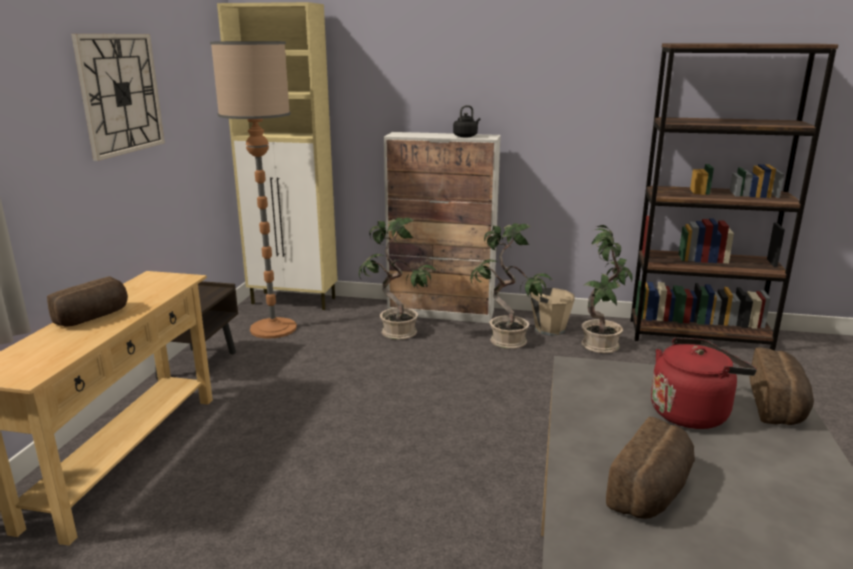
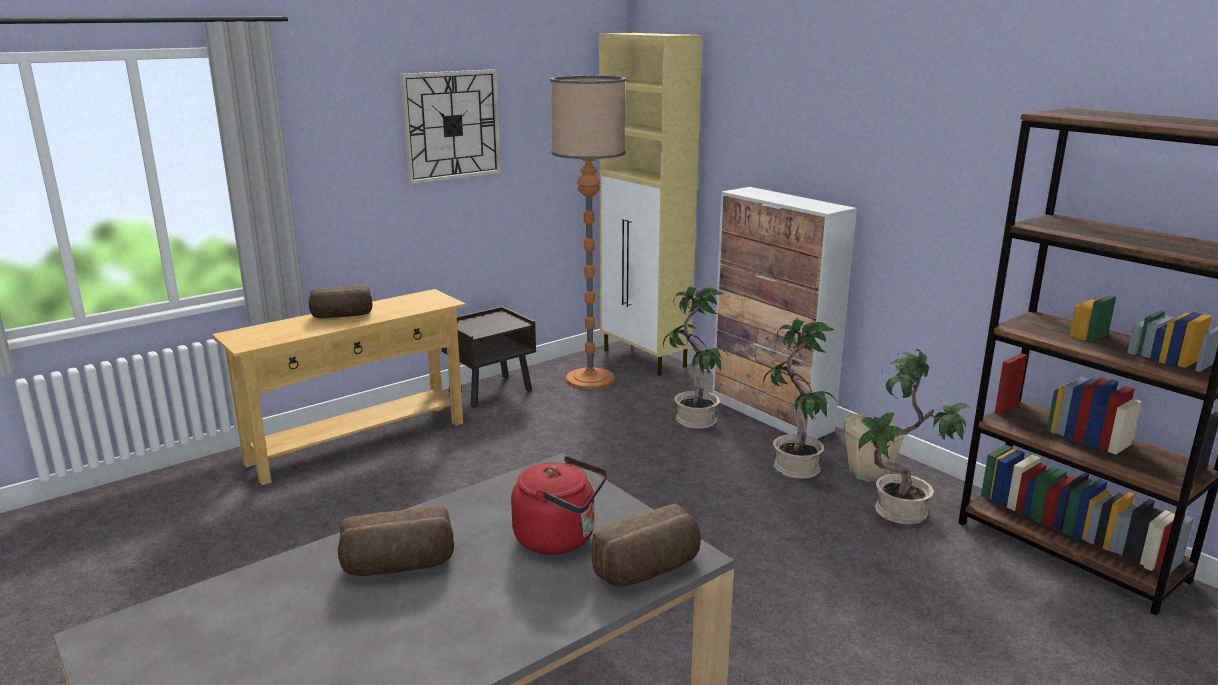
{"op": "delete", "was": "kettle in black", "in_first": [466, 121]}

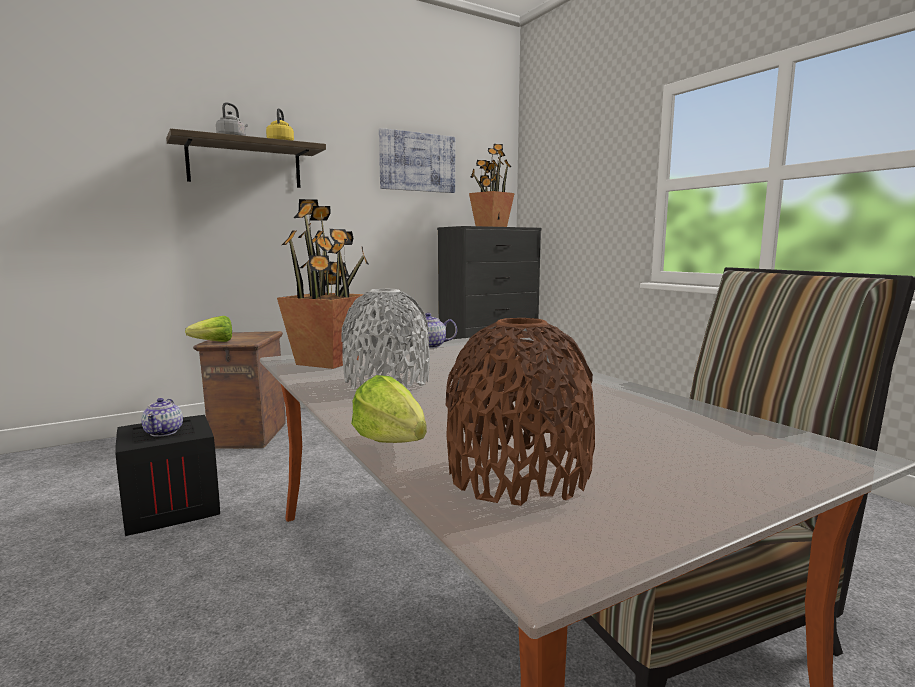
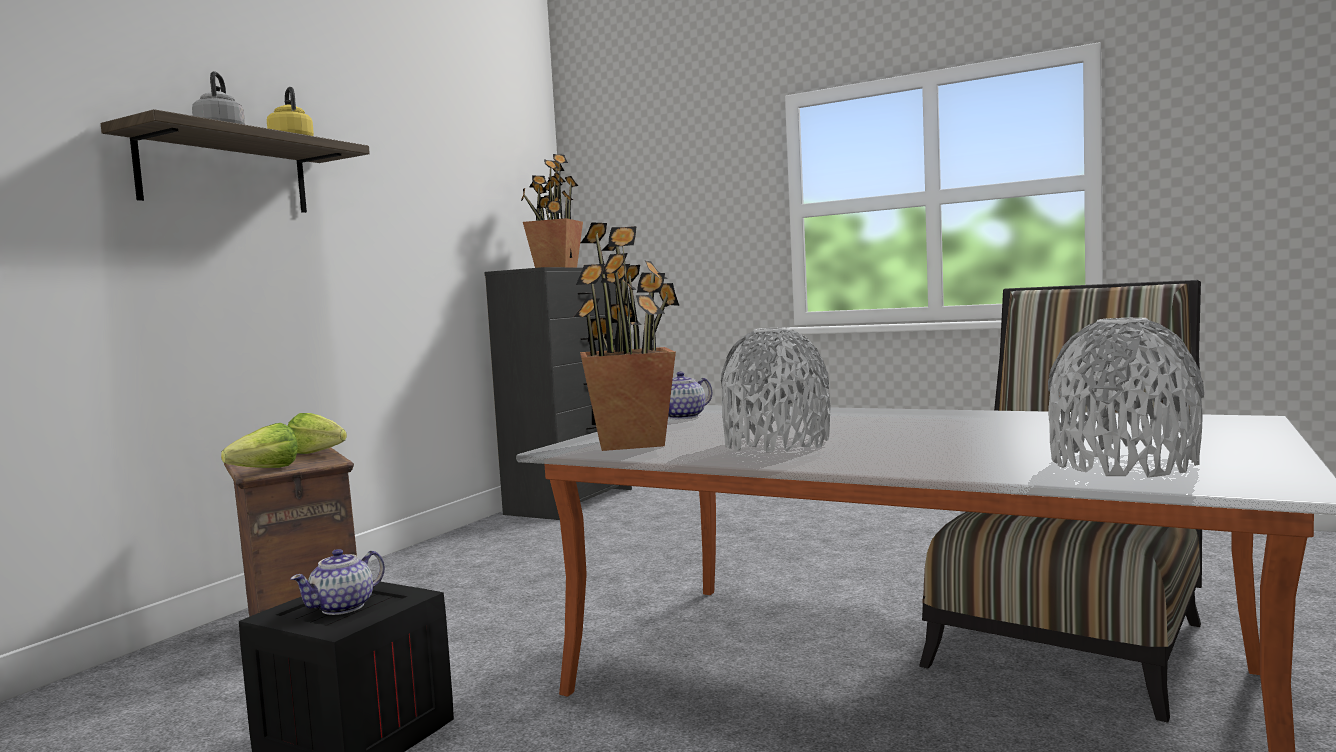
{"op": "move", "was": "lettuce", "in_first": [389, 409], "in_second": [317, 433]}
{"op": "rotate", "was": "teapot", "in_first": [162, 417], "in_second": [337, 582], "clockwise": 75}
{"op": "recolor", "was": "vase in brown", "now": "vase in grey", "in_first": [520, 412], "in_second": [1126, 398]}
{"op": "delete", "was": "picture", "in_first": [417, 160]}

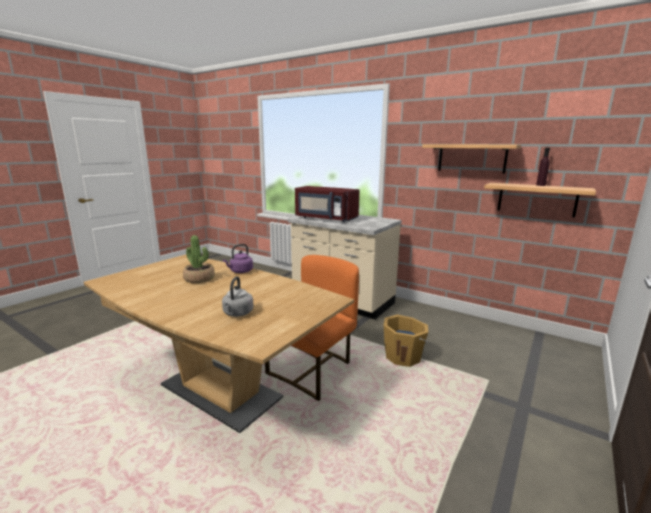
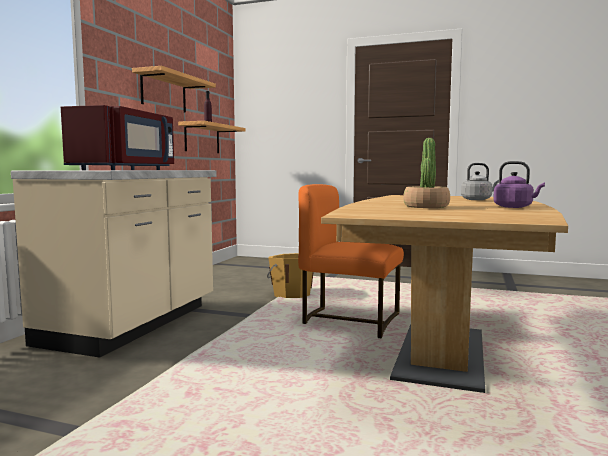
{"op": "move", "was": "kettle in purple", "in_first": [238, 258], "in_second": [519, 184]}

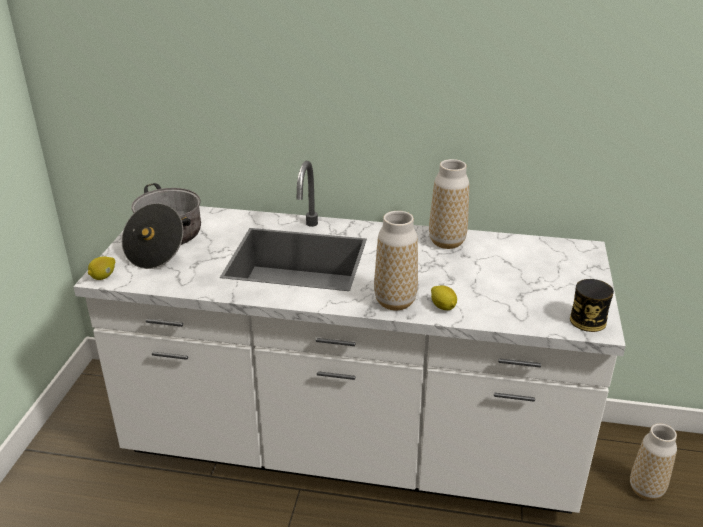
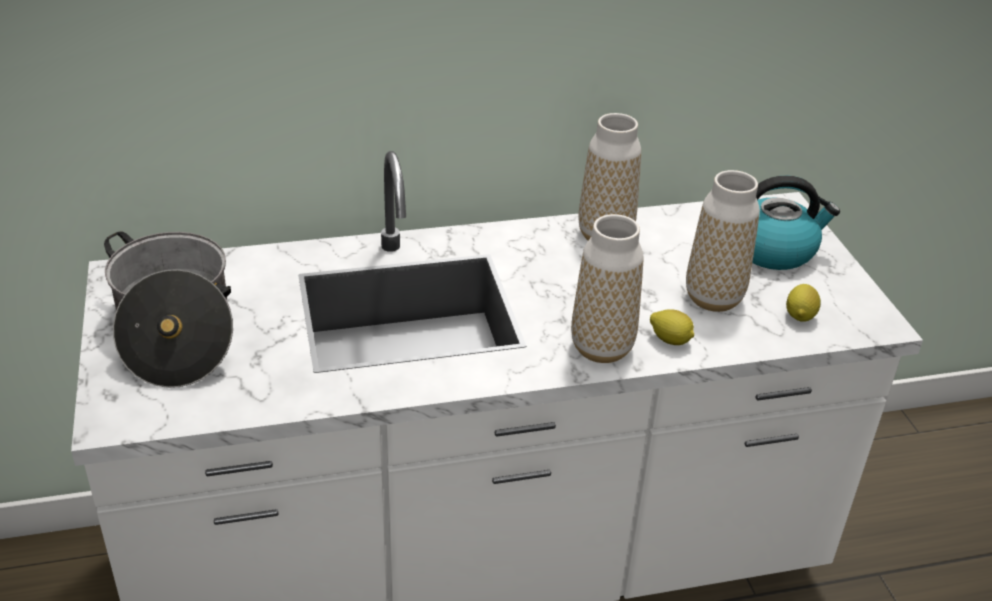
{"op": "move", "was": "vase", "in_first": [653, 462], "in_second": [723, 241]}
{"op": "insert", "now": "kettle", "in_second": [796, 223]}
{"op": "move", "was": "lemon", "in_first": [101, 268], "in_second": [803, 303]}
{"op": "delete", "was": "can", "in_first": [592, 305]}

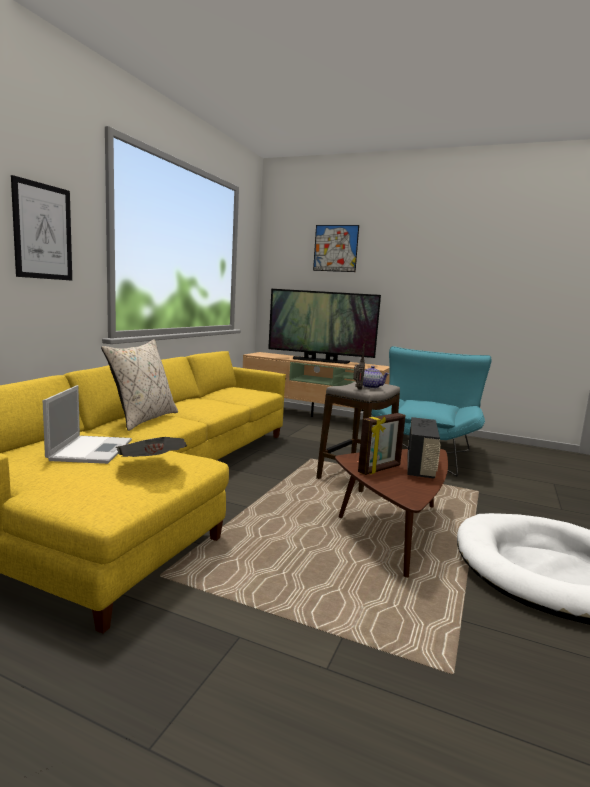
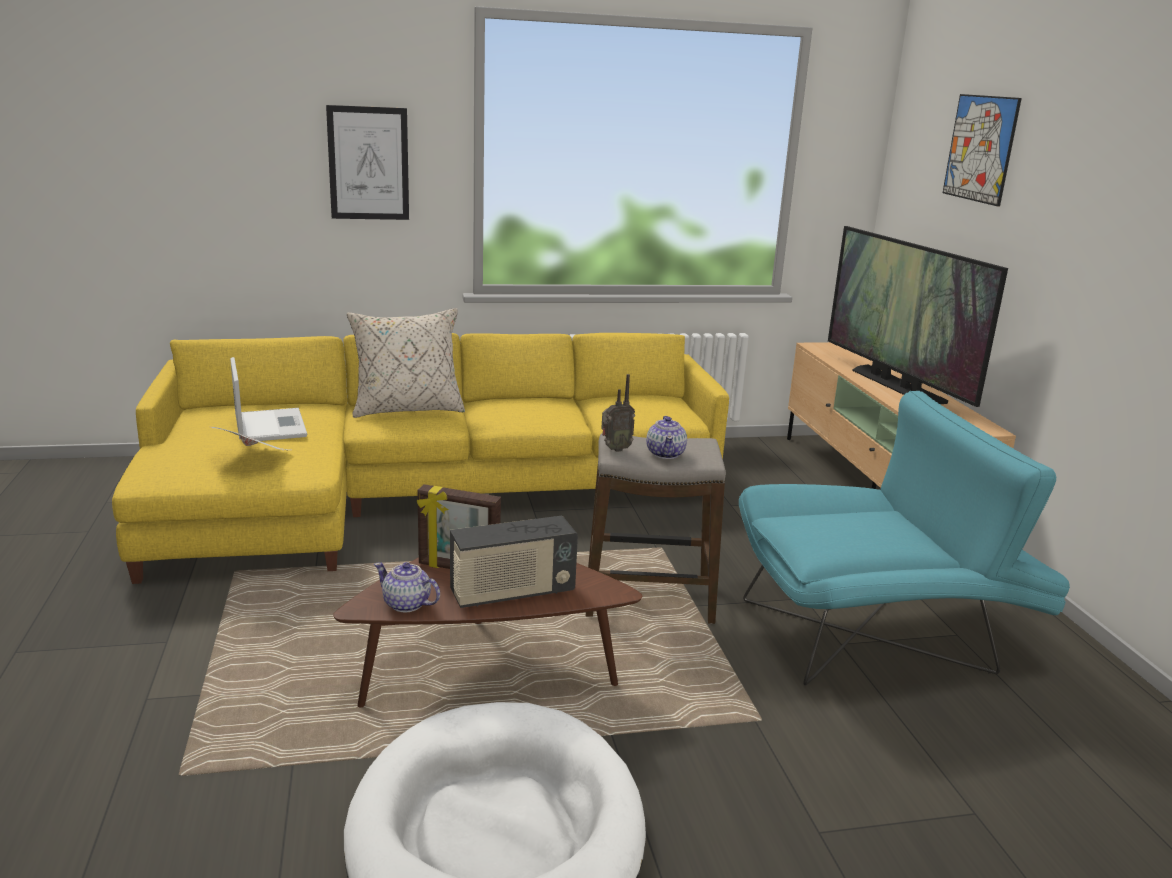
{"op": "rotate", "was": "laptop", "in_first": [87, 424], "in_second": [268, 399], "clockwise": -75}
{"op": "insert", "now": "teapot", "in_second": [407, 587]}

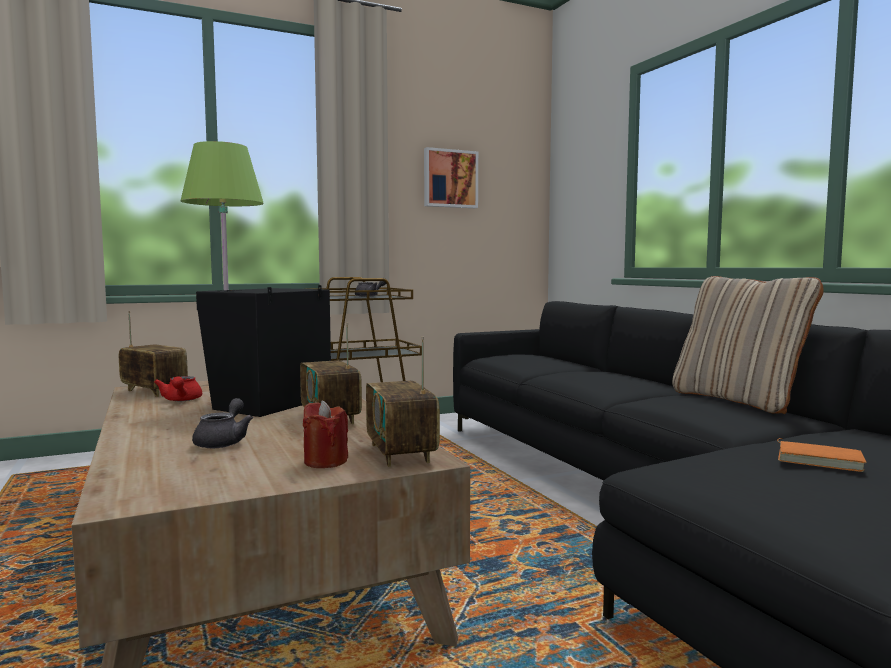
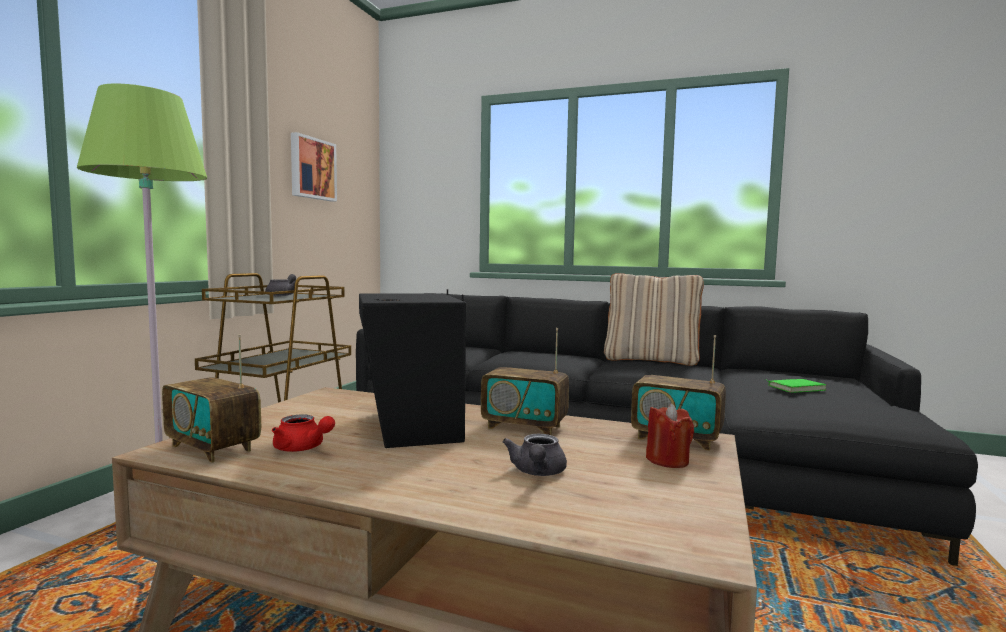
{"op": "rotate", "was": "radio", "in_first": [153, 354], "in_second": [211, 399], "clockwise": -135}
{"op": "rotate", "was": "teapot in grey", "in_first": [222, 423], "in_second": [534, 455], "clockwise": -135}
{"op": "recolor", "was": "book in orange", "now": "book in green", "in_first": [822, 455], "in_second": [795, 386]}

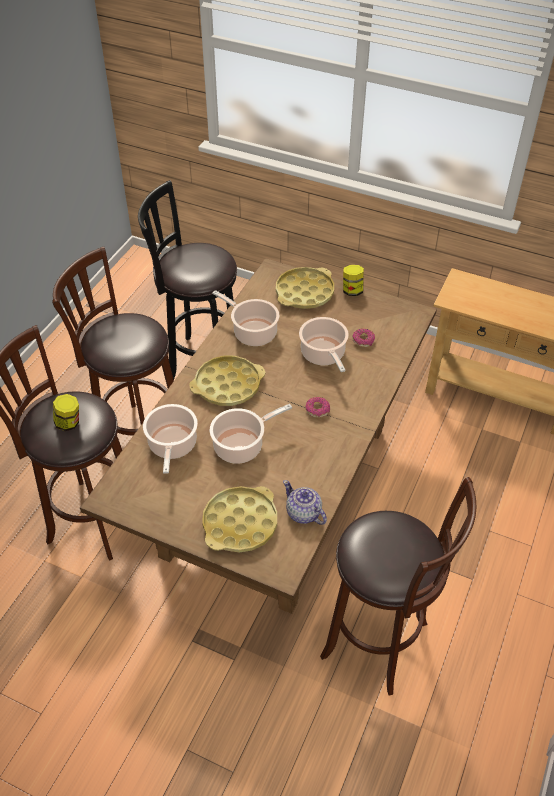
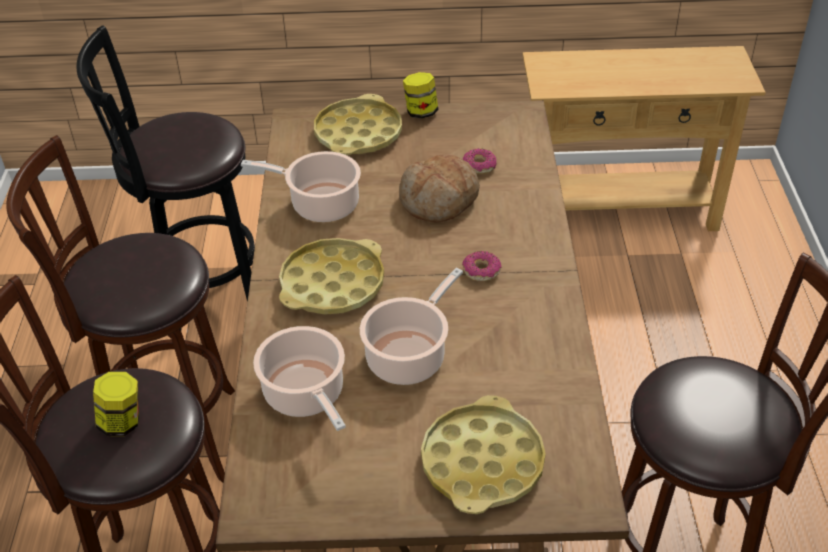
{"op": "replace", "was": "cooking pot", "now": "bread", "in_first": [324, 344], "in_second": [439, 188]}
{"op": "delete", "was": "teapot", "in_first": [305, 502]}

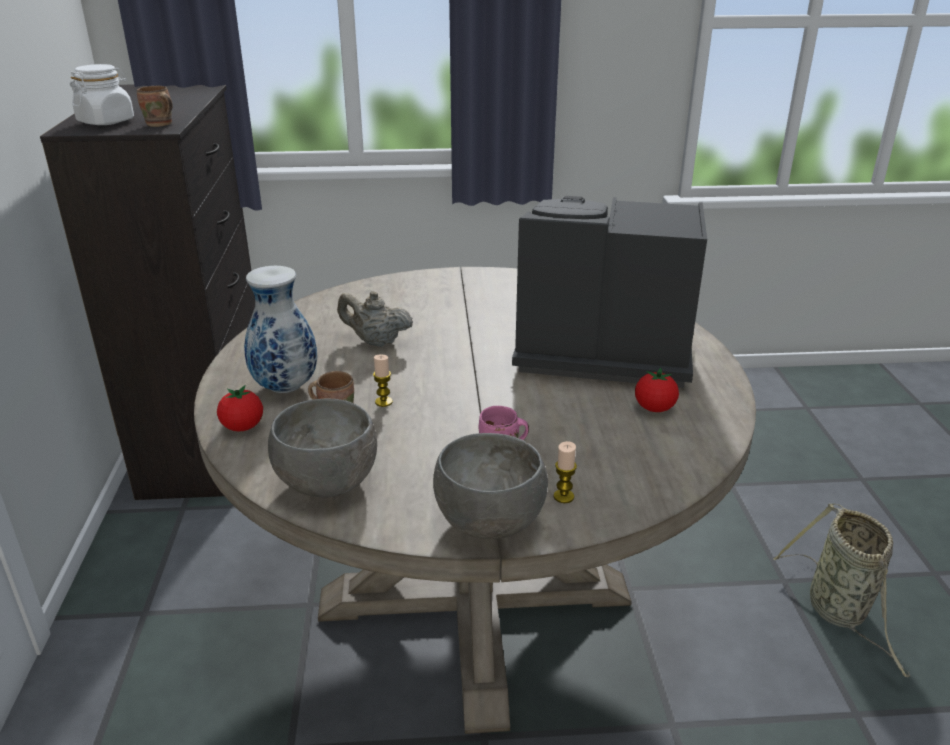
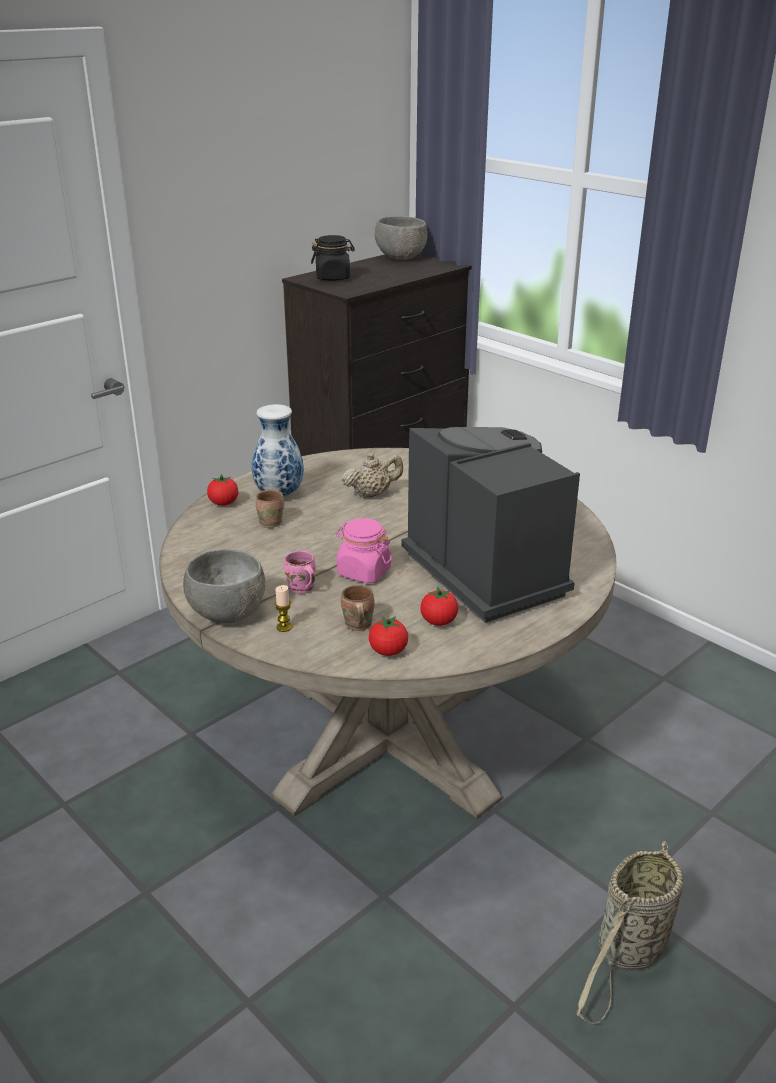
{"op": "recolor", "was": "jar in white", "now": "jar in black", "in_first": [102, 94], "in_second": [333, 258]}
{"op": "insert", "now": "jar in pink", "in_second": [364, 550]}
{"op": "move", "was": "mug in brown", "in_first": [155, 106], "in_second": [358, 608]}
{"op": "rotate", "was": "teapot in beige", "in_first": [375, 319], "in_second": [372, 475], "clockwise": 90}
{"op": "insert", "now": "tomato", "in_second": [388, 636]}
{"op": "move", "was": "bowl in grey", "in_first": [322, 448], "in_second": [401, 238]}
{"op": "delete", "was": "candle", "in_first": [383, 380]}

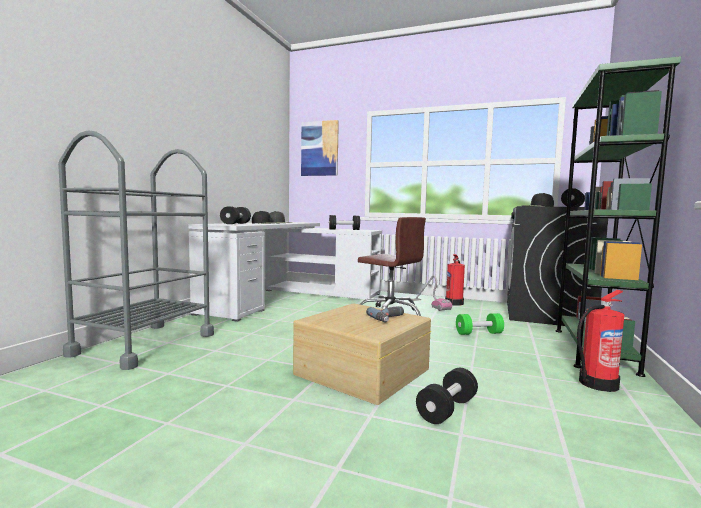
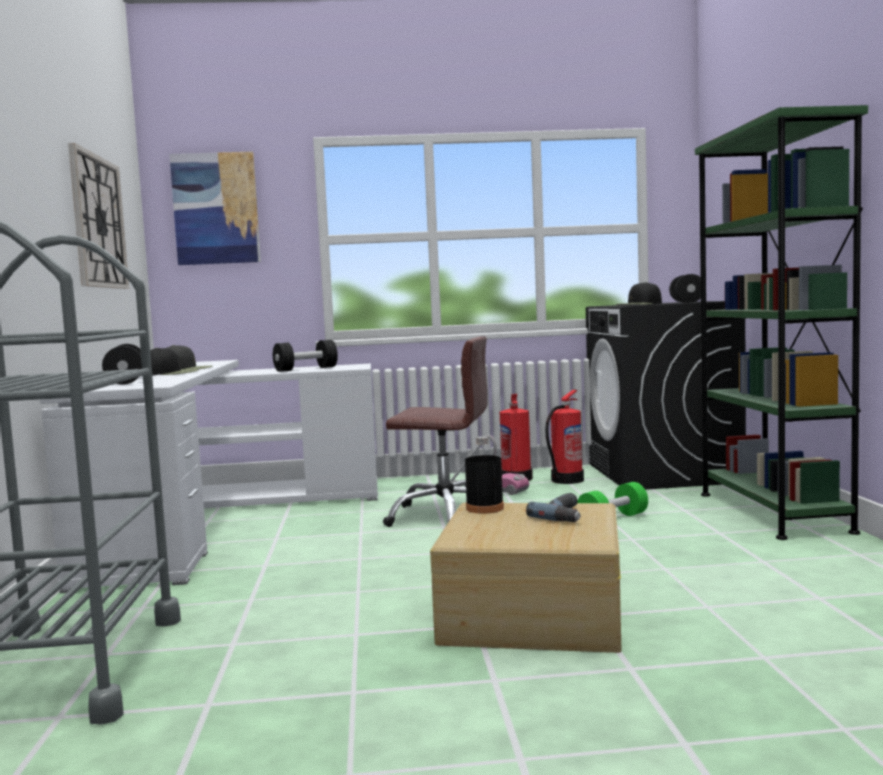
{"op": "insert", "now": "wall clock", "in_second": [98, 216]}
{"op": "insert", "now": "bottle in black", "in_second": [484, 475]}
{"op": "move", "was": "fire extinguisher", "in_first": [600, 341], "in_second": [564, 436]}
{"op": "delete", "was": "dumbbell in black", "in_first": [447, 396]}

